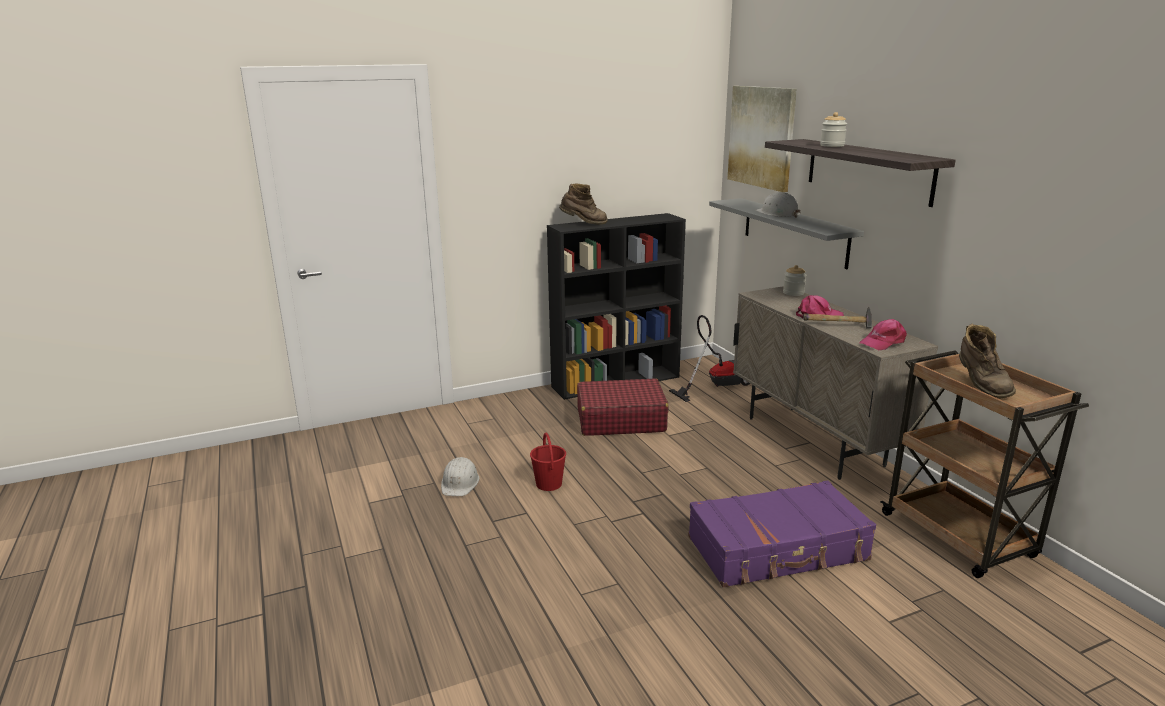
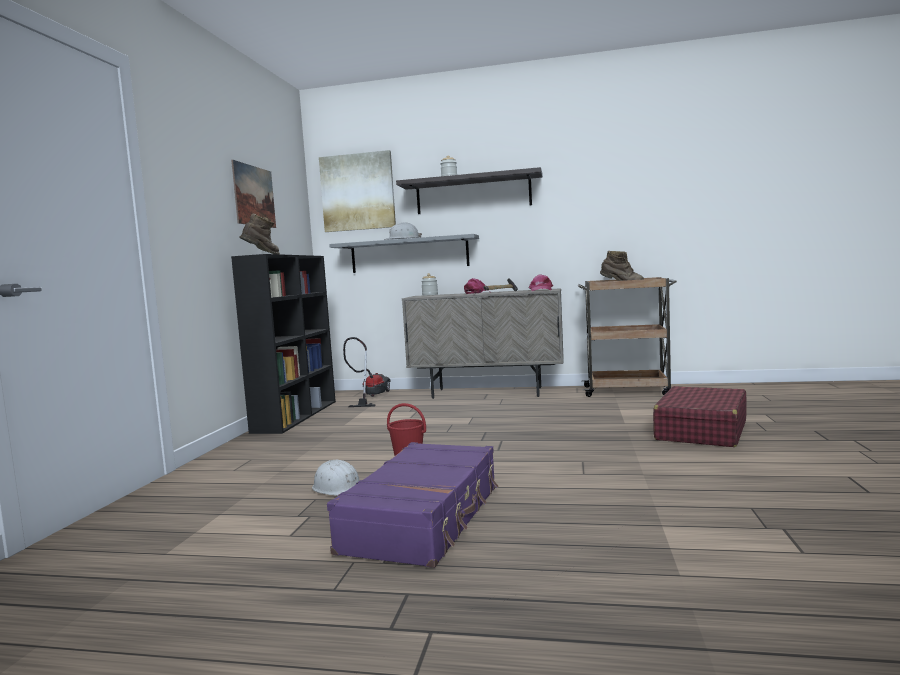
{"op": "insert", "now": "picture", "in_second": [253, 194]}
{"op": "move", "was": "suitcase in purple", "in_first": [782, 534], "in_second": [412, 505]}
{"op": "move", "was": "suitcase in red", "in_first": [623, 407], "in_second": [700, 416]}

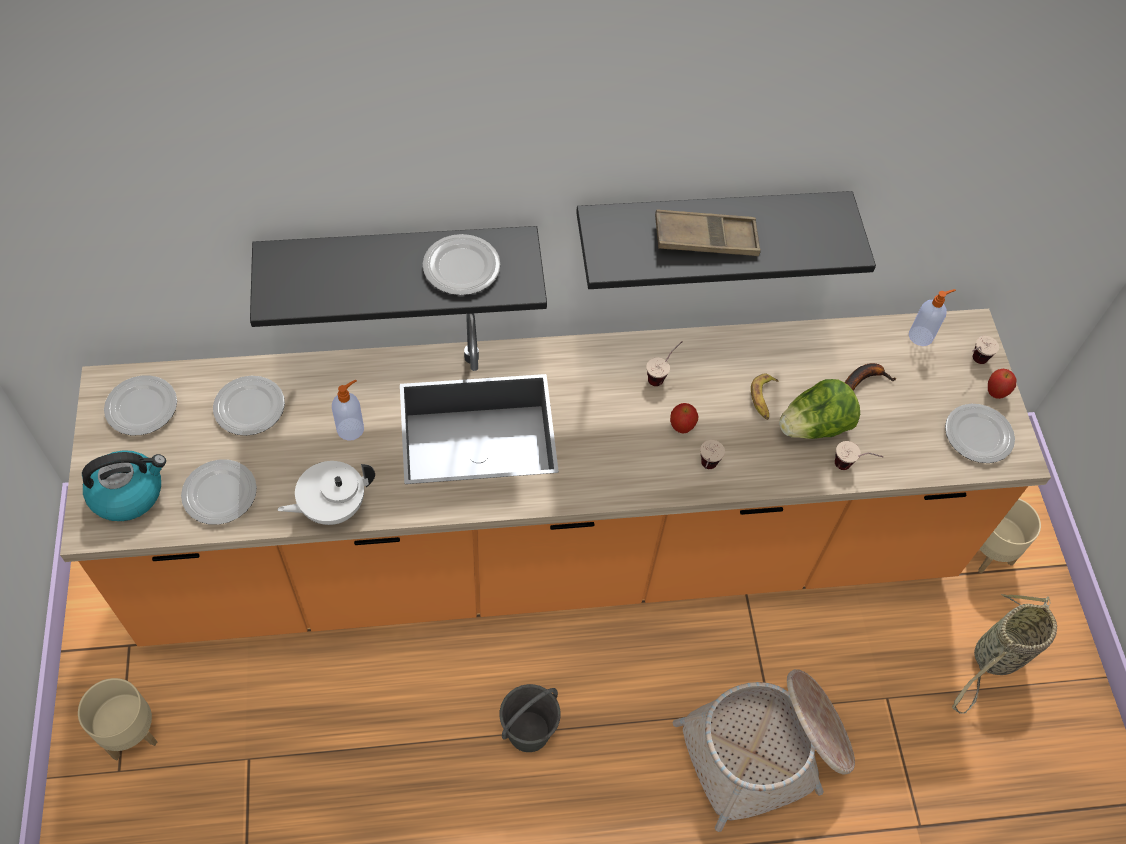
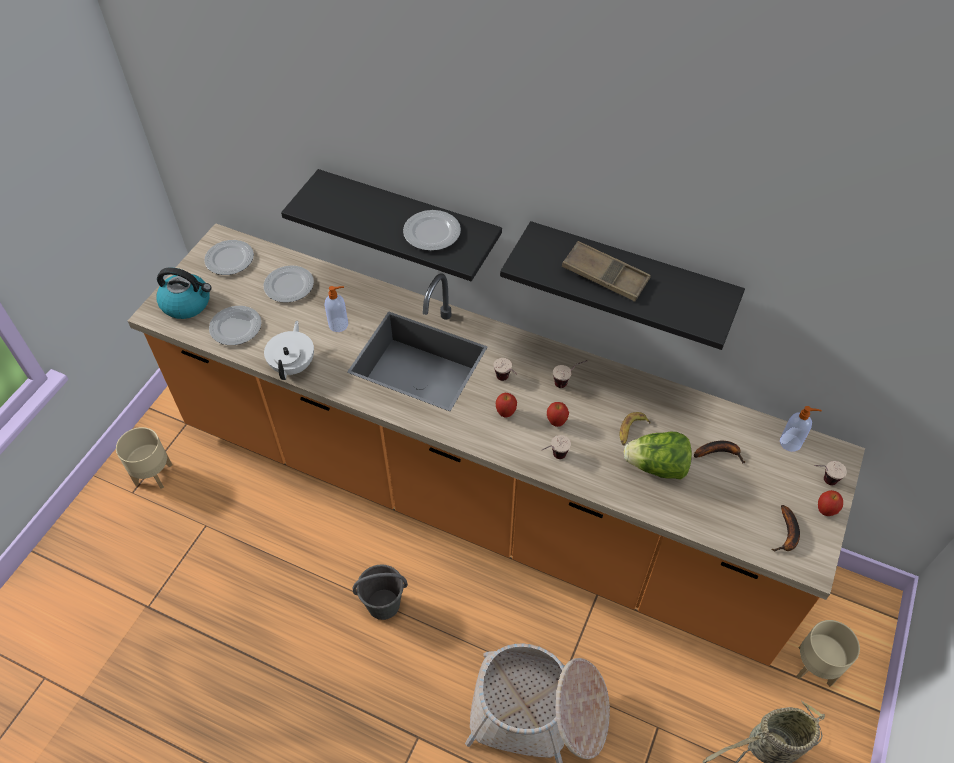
{"op": "rotate", "was": "teapot in white", "in_first": [326, 493], "in_second": [289, 350], "clockwise": 90}
{"op": "move", "was": "cup", "in_first": [859, 455], "in_second": [505, 369]}
{"op": "insert", "now": "apple", "in_second": [506, 405]}
{"op": "replace", "was": "plate", "now": "banana", "in_first": [980, 433], "in_second": [785, 528]}

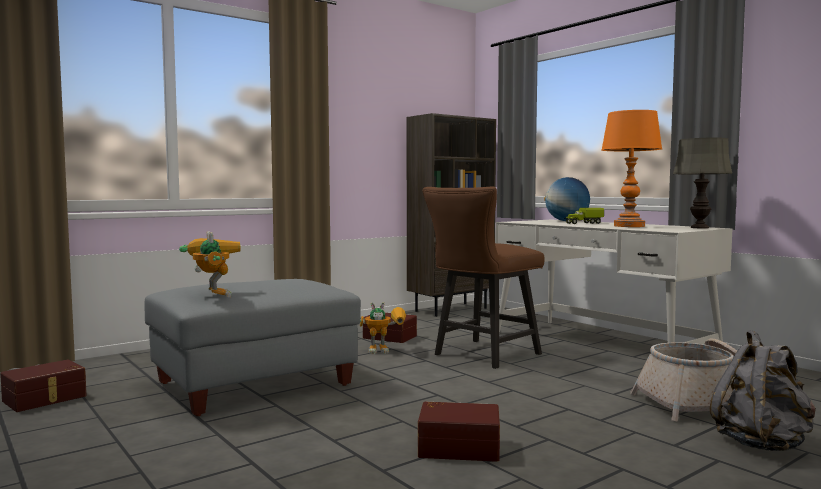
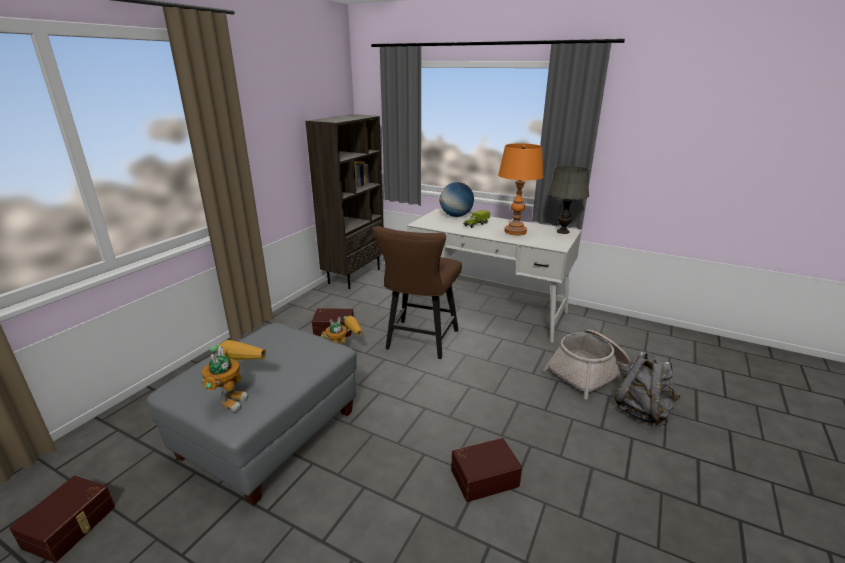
{"op": "rotate", "was": "toy robot", "in_first": [210, 264], "in_second": [233, 376], "clockwise": 60}

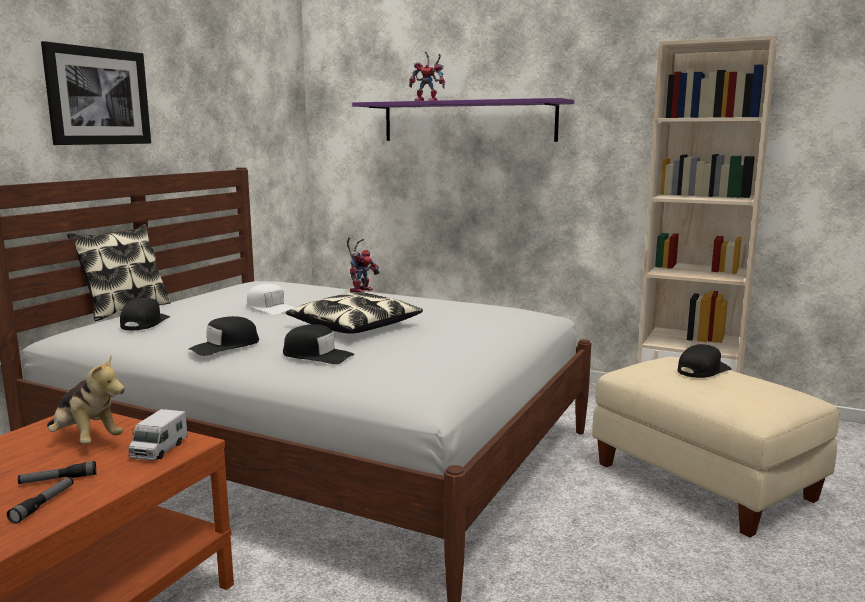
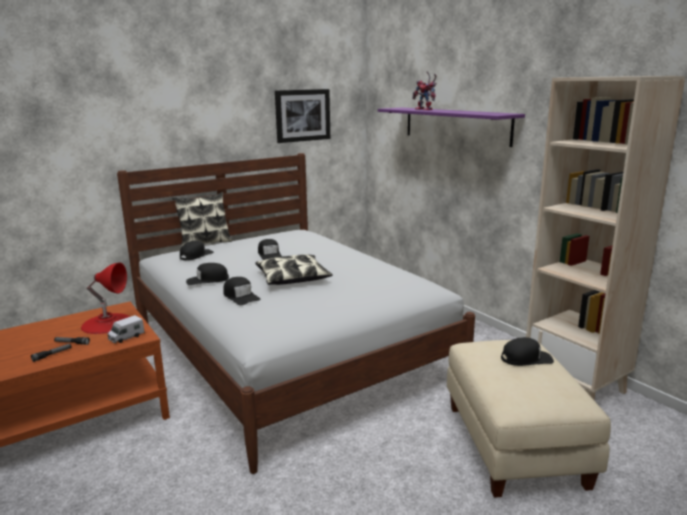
{"op": "replace", "was": "plush toy", "now": "table lamp in red", "in_first": [86, 399], "in_second": [105, 298]}
{"op": "recolor", "was": "cap in white", "now": "cap in black", "in_first": [271, 299], "in_second": [270, 249]}
{"op": "move", "was": "picture", "in_first": [96, 93], "in_second": [302, 116]}
{"op": "delete", "was": "toy robot", "in_first": [363, 265]}

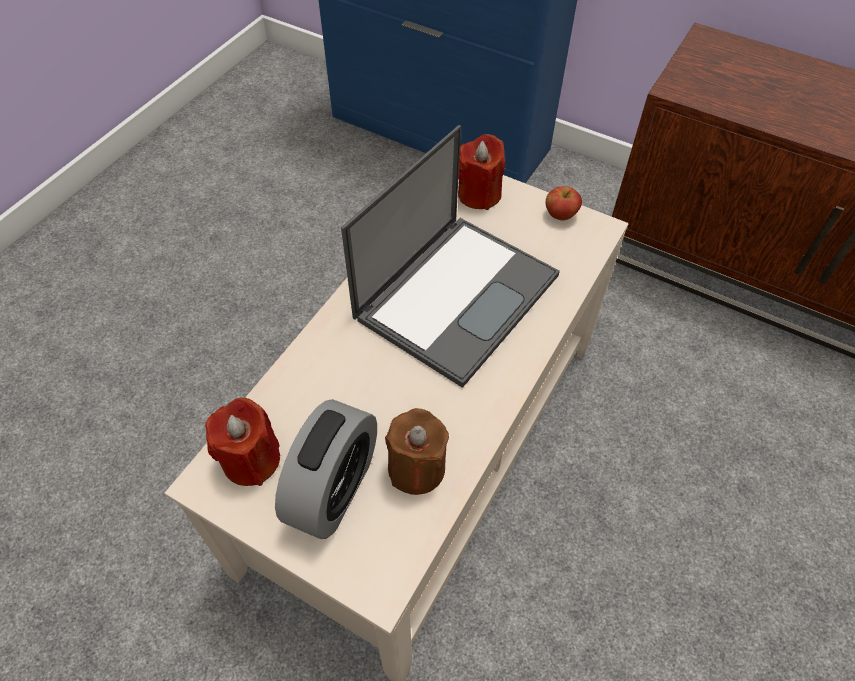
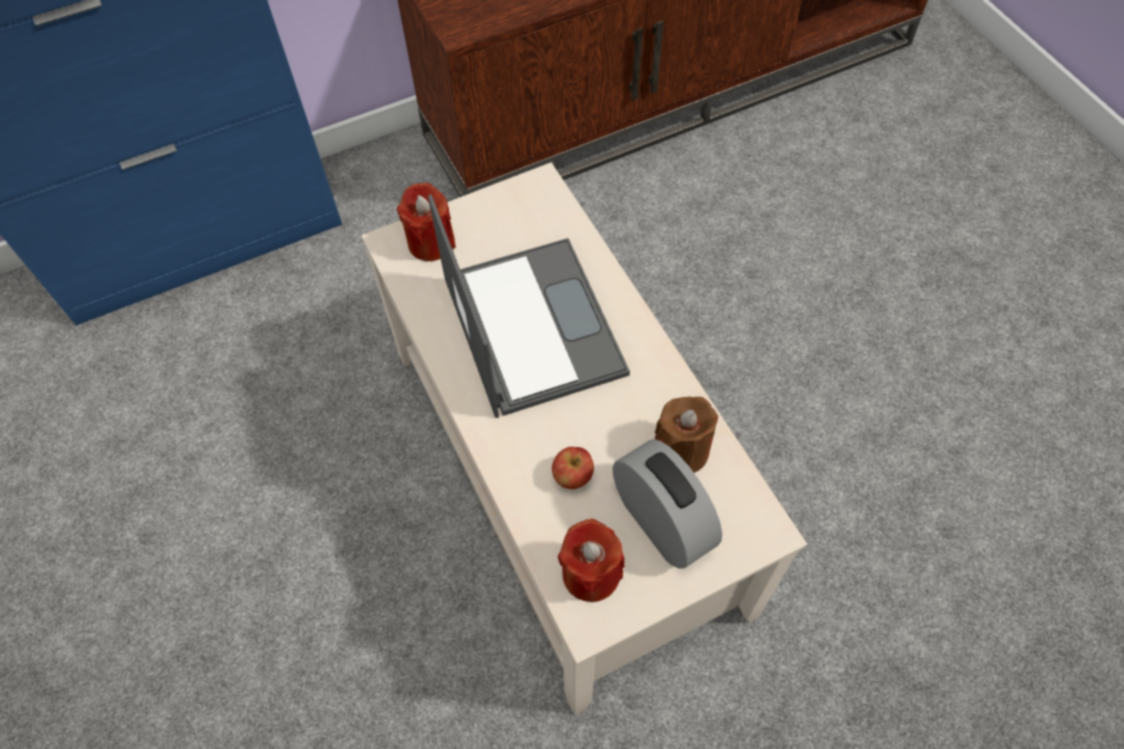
{"op": "move", "was": "apple", "in_first": [564, 203], "in_second": [573, 468]}

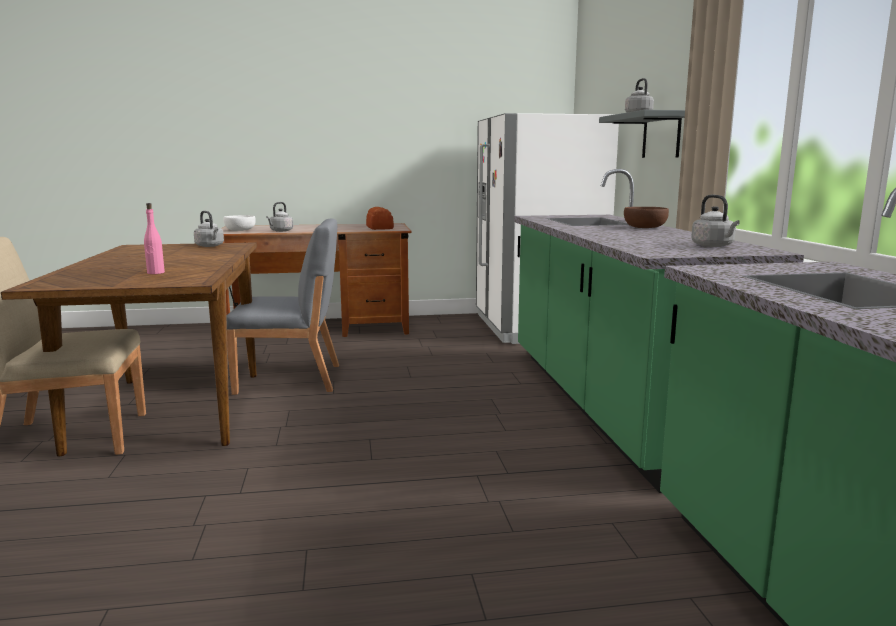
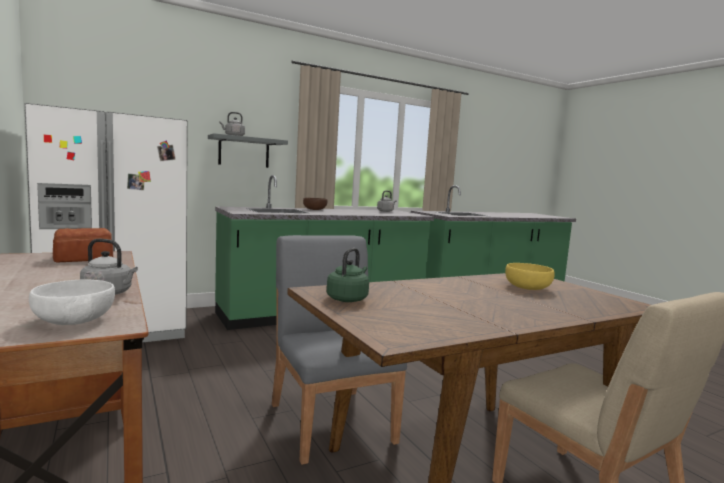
{"op": "recolor", "was": "kettle in grey", "now": "kettle in green", "in_first": [209, 229], "in_second": [348, 275]}
{"op": "replace", "was": "bottle in pink", "now": "bowl in yellow", "in_first": [154, 238], "in_second": [530, 276]}

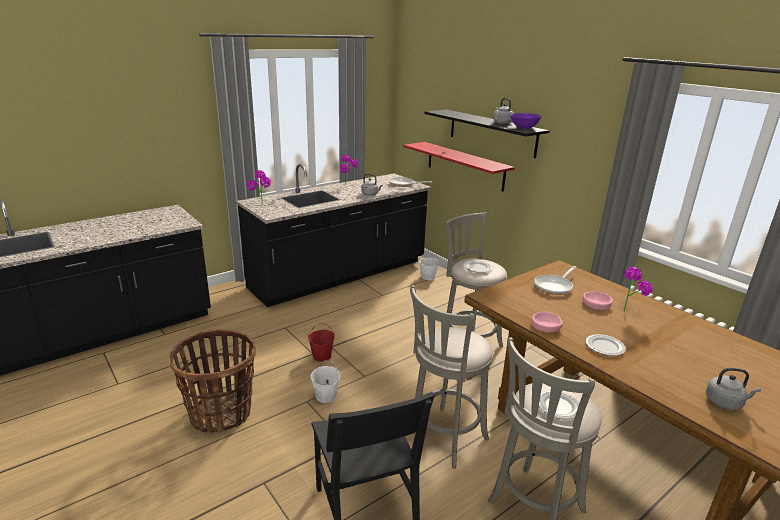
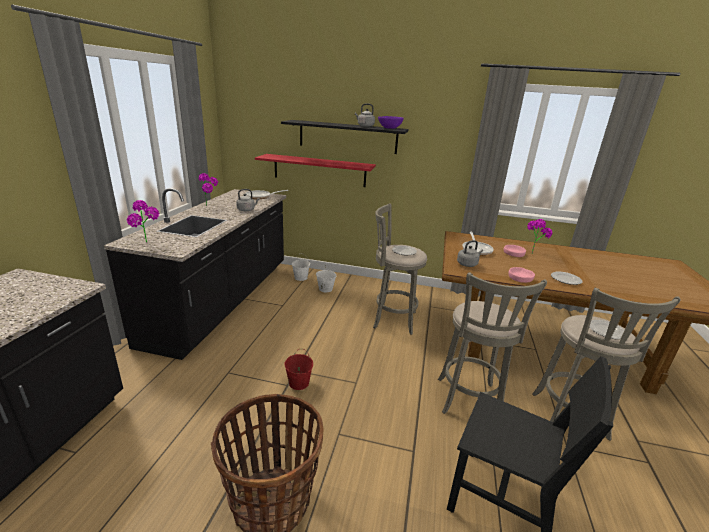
{"op": "move", "was": "bucket in white", "in_first": [325, 381], "in_second": [326, 277]}
{"op": "move", "was": "kettle in grey", "in_first": [733, 389], "in_second": [470, 253]}

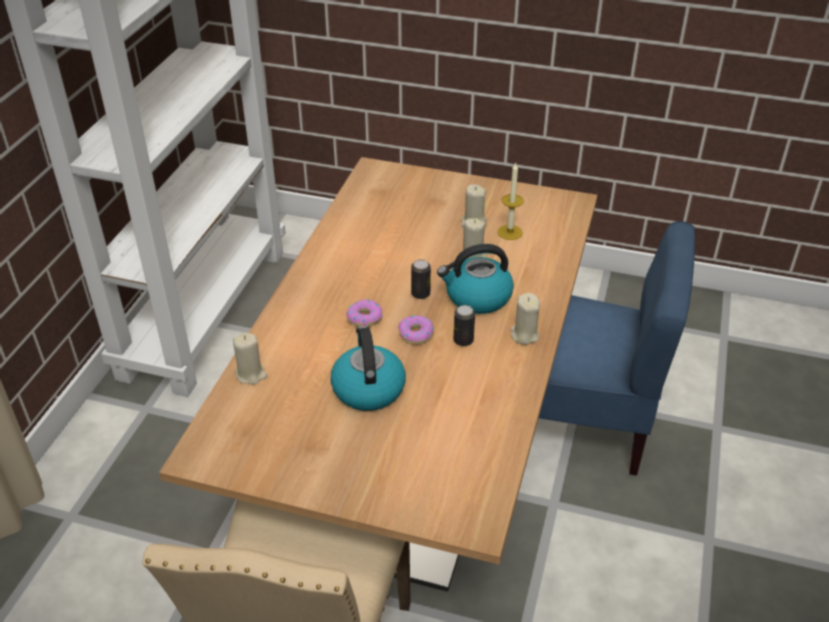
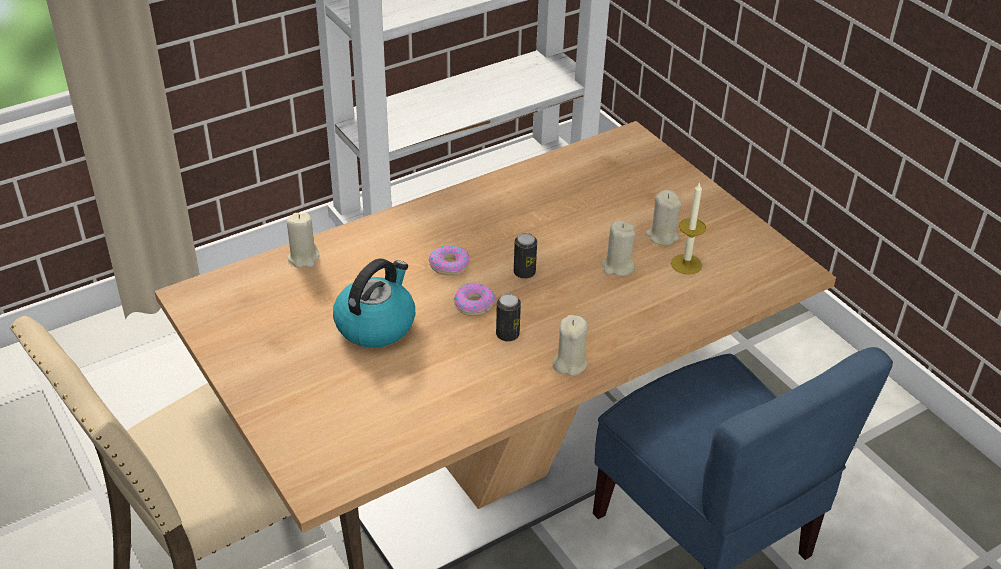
{"op": "delete", "was": "kettle", "in_first": [475, 279]}

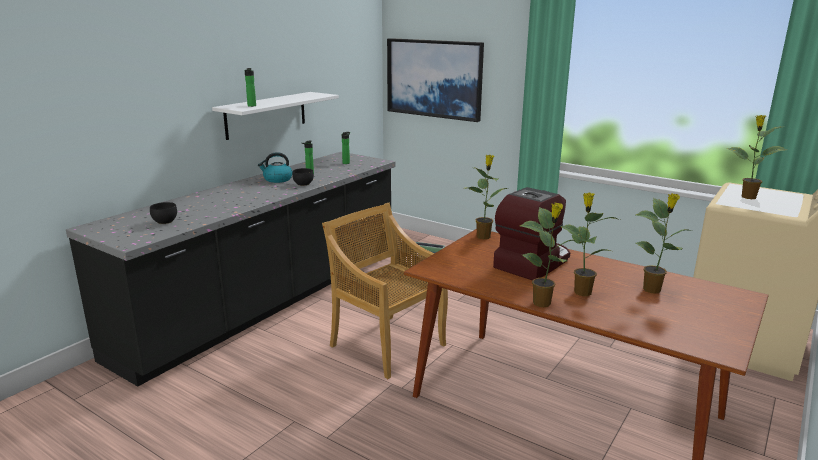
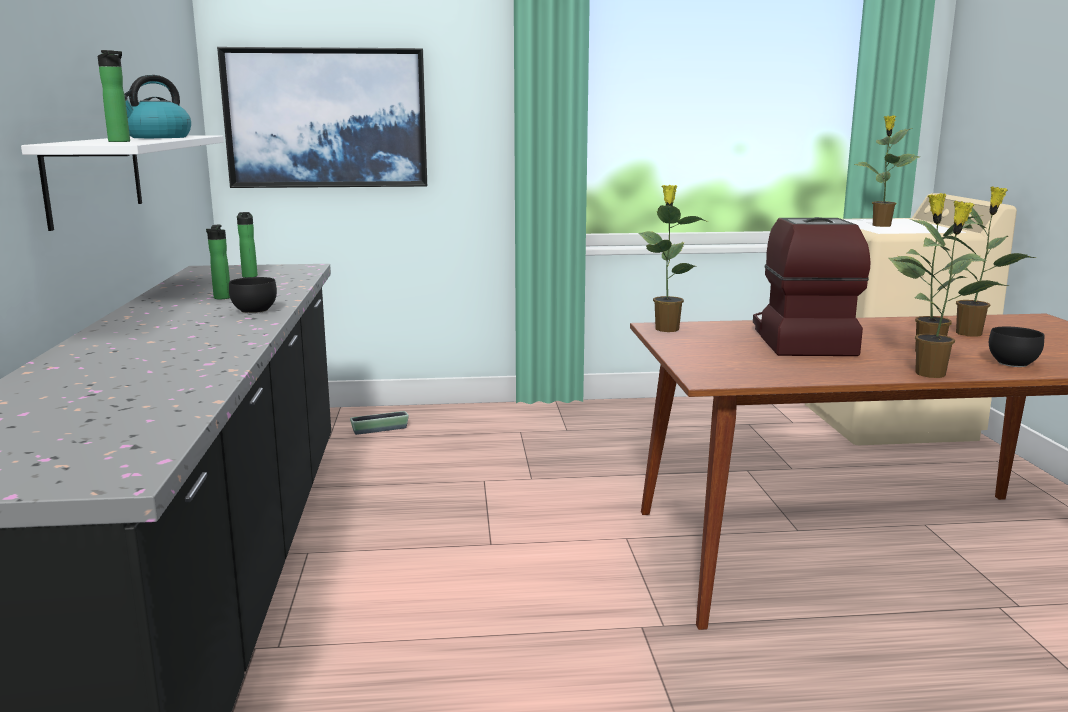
{"op": "move", "was": "kettle", "in_first": [275, 167], "in_second": [157, 106]}
{"op": "move", "was": "bowl in black", "in_first": [163, 213], "in_second": [1016, 347]}
{"op": "delete", "was": "chair in beige", "in_first": [385, 291]}

